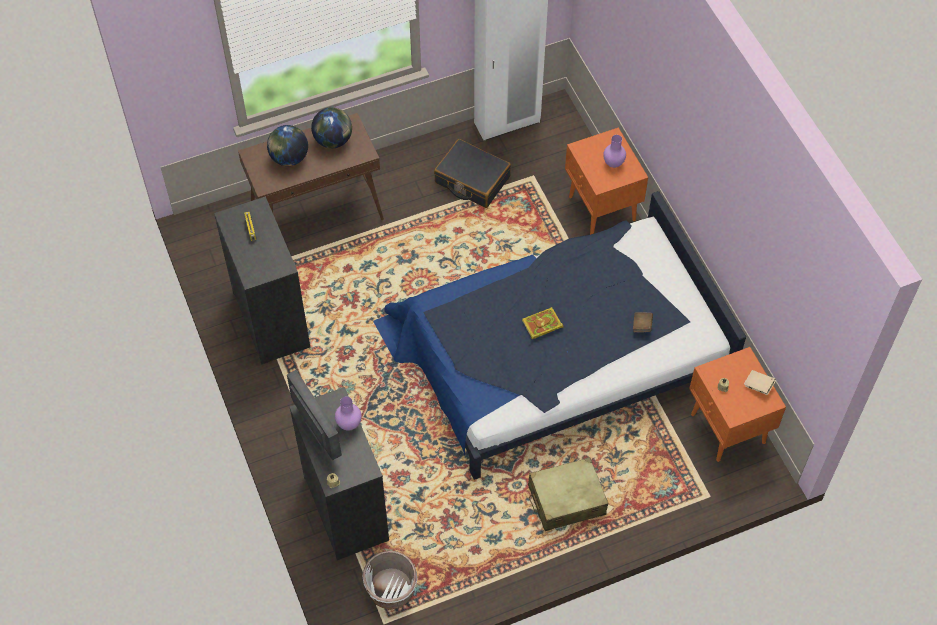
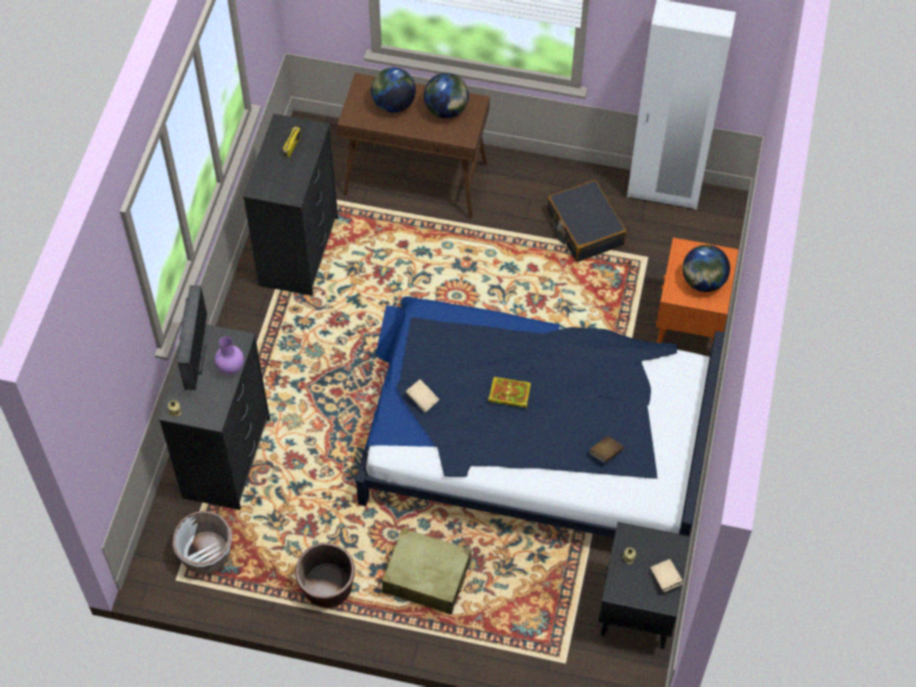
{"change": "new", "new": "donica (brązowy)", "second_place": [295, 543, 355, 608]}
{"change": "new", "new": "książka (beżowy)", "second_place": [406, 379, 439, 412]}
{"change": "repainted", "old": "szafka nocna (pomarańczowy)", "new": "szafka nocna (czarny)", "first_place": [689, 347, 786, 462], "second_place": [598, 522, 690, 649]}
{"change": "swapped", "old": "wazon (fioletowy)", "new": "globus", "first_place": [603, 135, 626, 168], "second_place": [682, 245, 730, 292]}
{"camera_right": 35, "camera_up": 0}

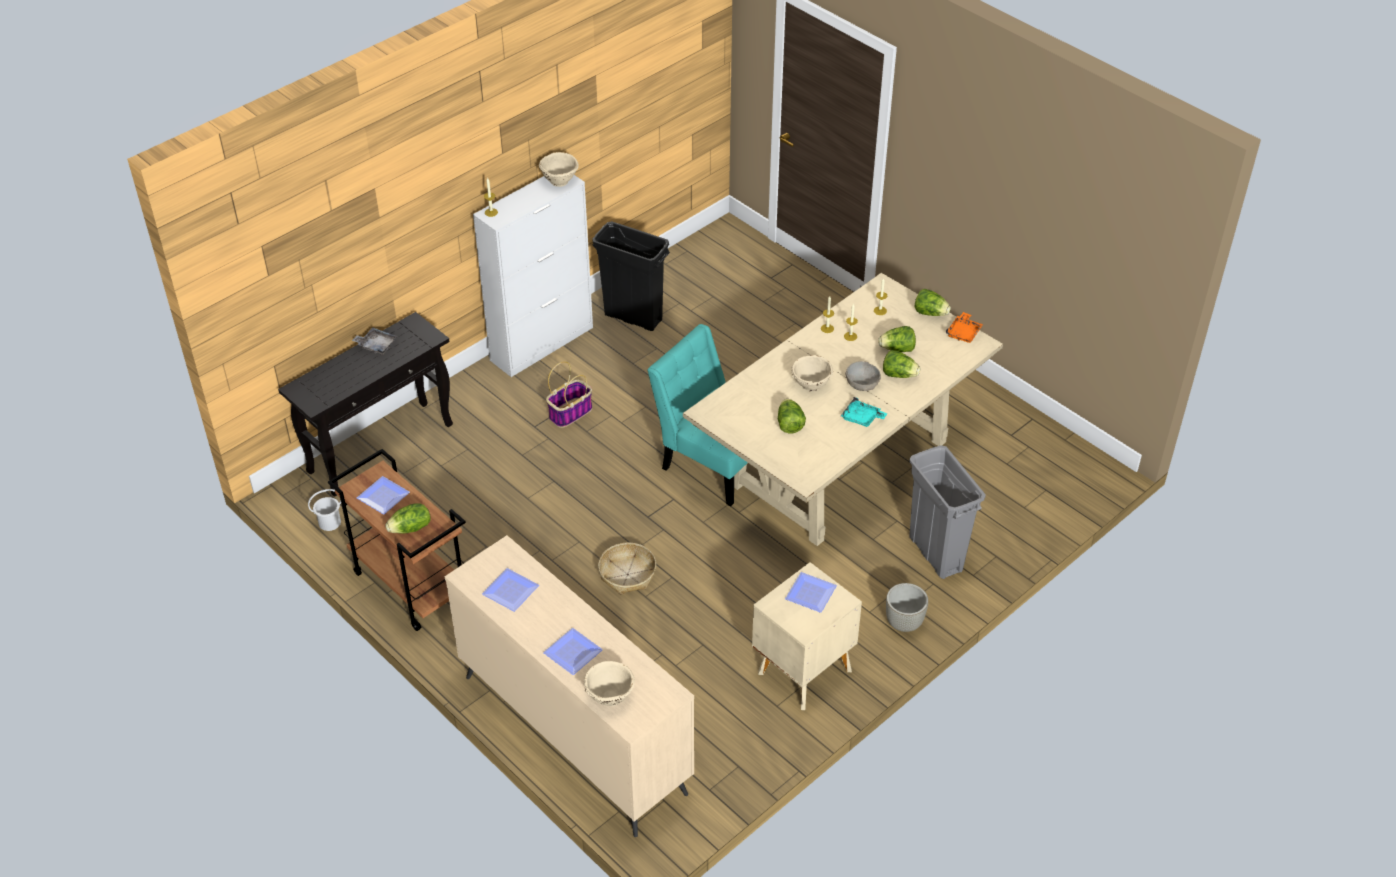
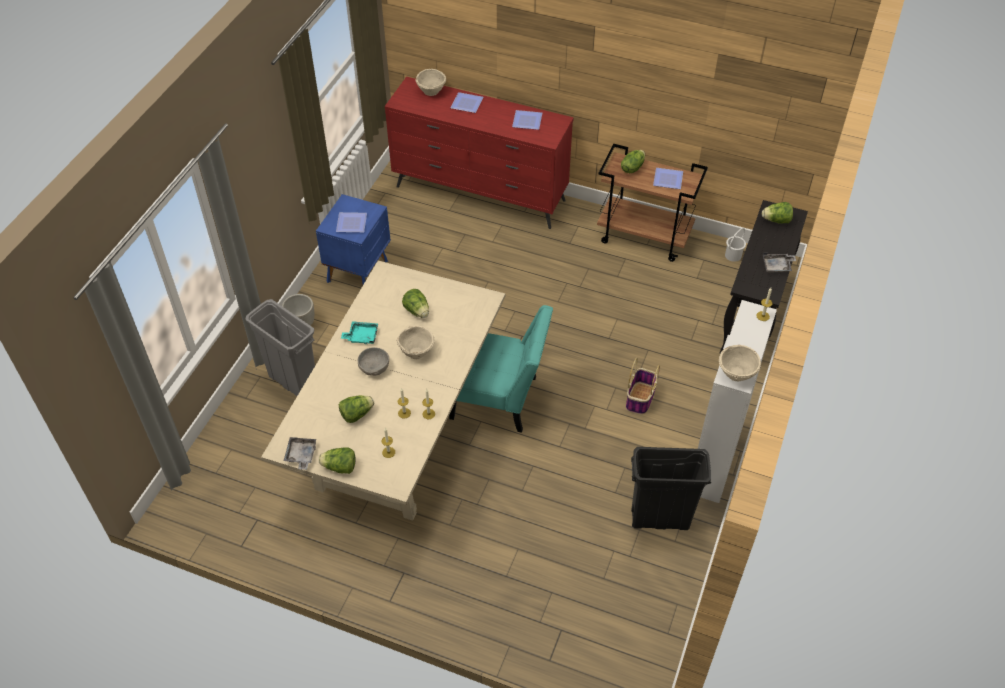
{"change": "repainted", "old": "taca (pomarańczowy)", "new": "taca (szary)", "first_place": [946, 312, 983, 343], "second_place": [284, 437, 316, 470]}
{"change": "repainted", "old": "szafka nocna (beżowy)", "new": "szafka nocna (niebieski)", "first_place": [752, 562, 862, 710], "second_place": [316, 194, 391, 286]}
{"change": "repainted", "old": "komoda (beżowy)", "new": "komoda (czerwony)", "first_place": [444, 535, 694, 837], "second_place": [385, 77, 574, 229]}
{"change": "shifted", "old": "sałata", "first_place": [883, 350, 920, 378], "second_place": [762, 202, 793, 224]}
{"change": "gone", "old": "koszyk", "first_place": [598, 543, 656, 594]}
{"camera_right": 155, "camera_up": 5}

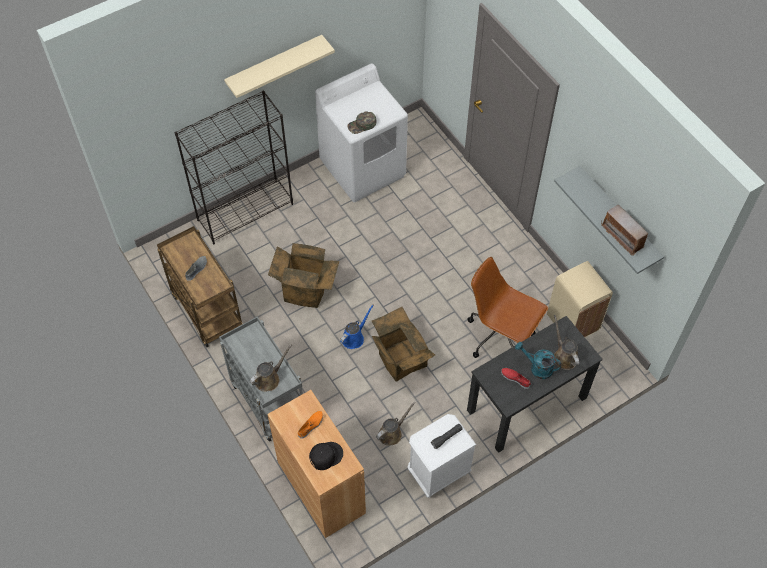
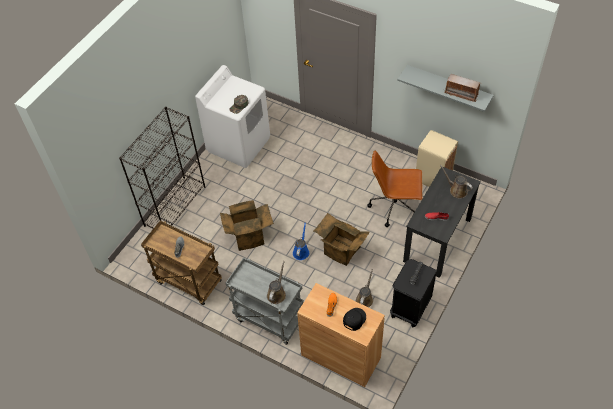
{"change": "repainted", "old": "szafka nocna (biały)", "new": "szafka nocna (czarny)", "first_place": [407, 414, 476, 498], "second_place": [390, 259, 437, 328]}
{"change": "gone", "old": "półka (beżowy)", "first_place": [224, 35, 335, 98]}
{"change": "gone", "old": "konewka (turkusowy)", "first_place": [515, 342, 561, 379]}
{"camera_right": -25, "camera_up": -5}

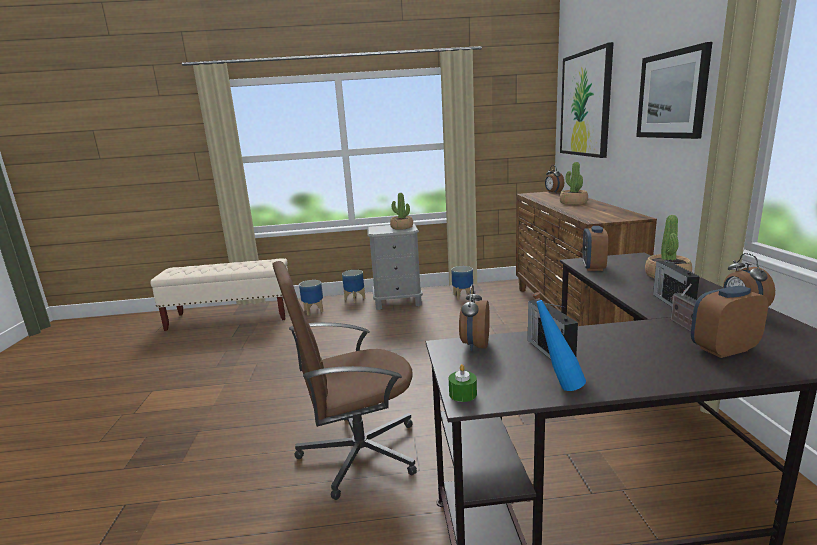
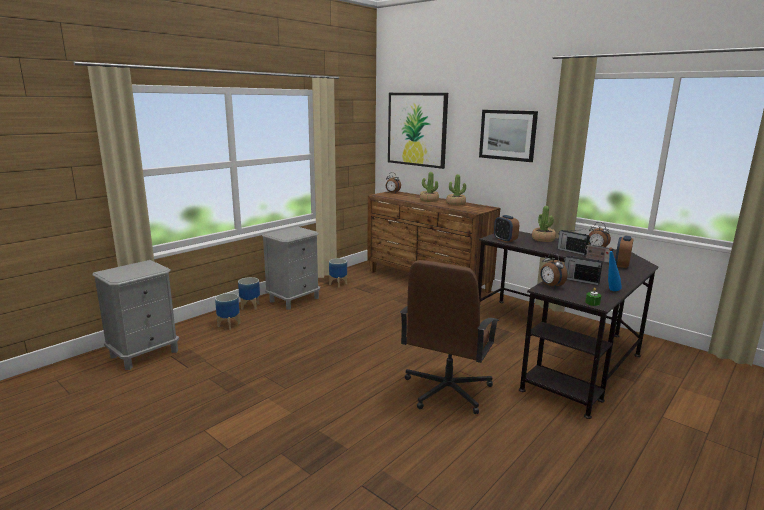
{"change": "swapped", "old": "ławka (beżowy)", "new": "szafka nocna (szary)", "first_place": [150, 259, 288, 331], "second_place": [92, 260, 179, 370]}
{"change": "shifted", "old": "roślina doniczkowa", "first_place": [390, 193, 413, 230], "second_place": [446, 174, 466, 206]}
{"camera_right": -45, "camera_up": 0}

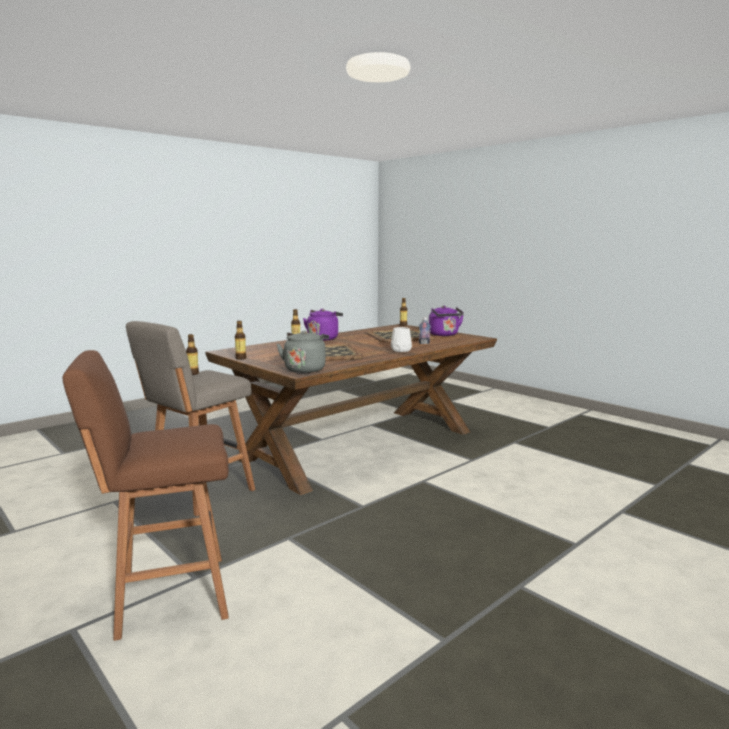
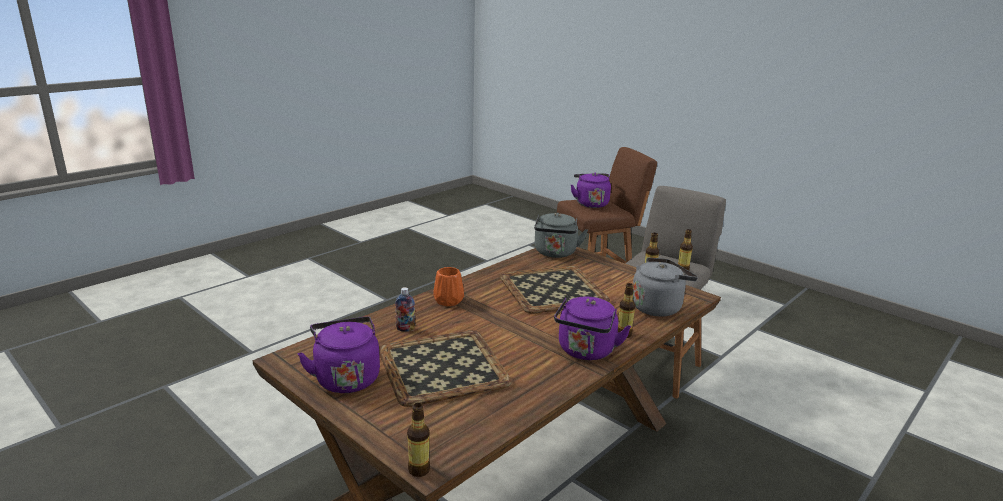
{"change": "repainted", "old": "wazon (biały)", "new": "wazon (pomarańczowy)", "first_place": [391, 327, 412, 352], "second_place": [433, 267, 464, 306]}
{"change": "new", "new": "czajnik (fioletowy)", "second_place": [571, 173, 611, 208]}
{"change": "new", "new": "czajnik (szary)", "second_place": [633, 257, 698, 317]}
{"camera_right": 175, "camera_up": 10}

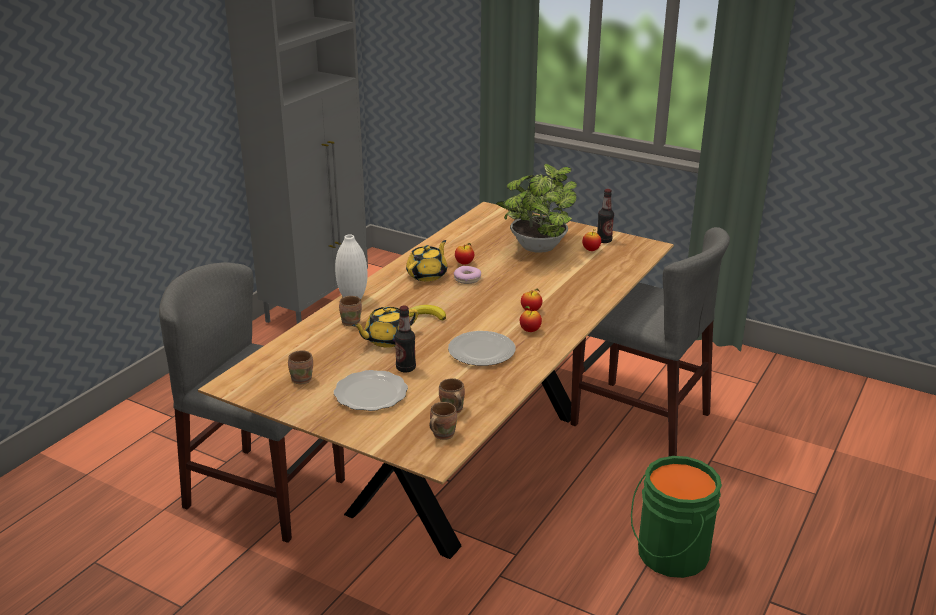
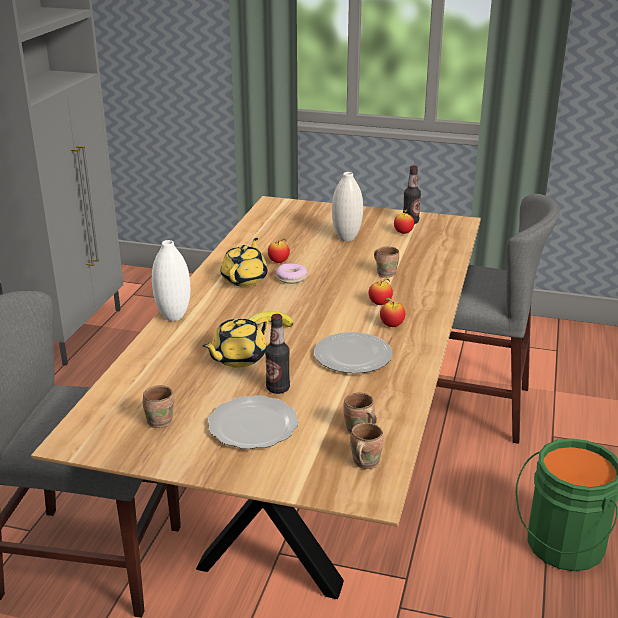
{"change": "swapped", "old": "roślina doniczkowa", "new": "wazon (biały)", "first_place": [496, 164, 577, 253], "second_place": [332, 172, 363, 241]}
{"change": "shifted", "old": "kubek (brązowy)", "first_place": [339, 296, 362, 326], "second_place": [374, 246, 399, 278]}
{"camera_right": -15, "camera_up": 0}

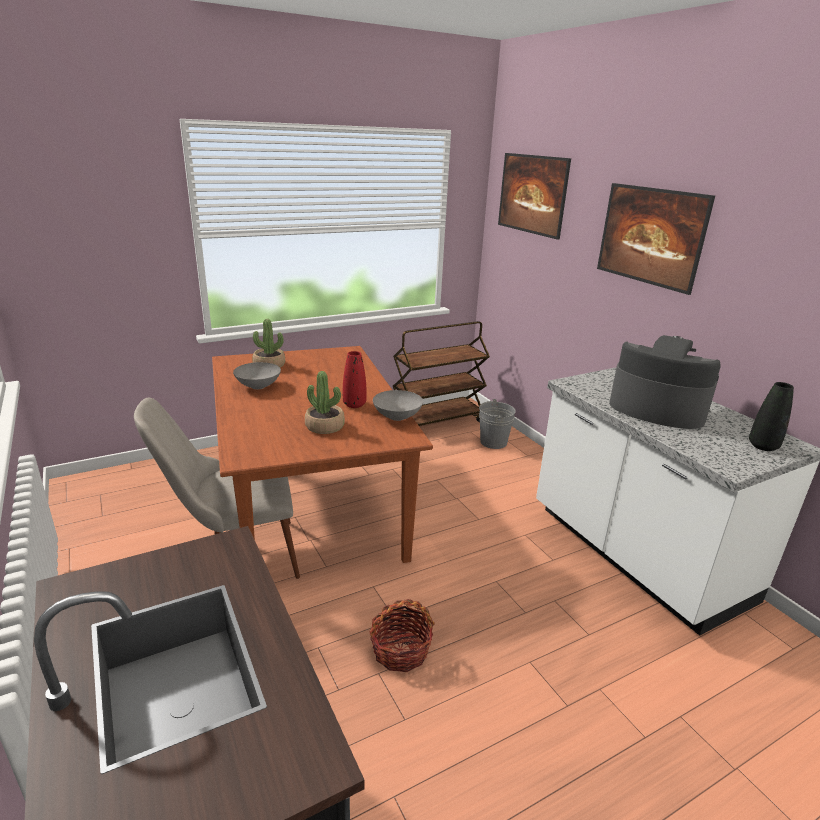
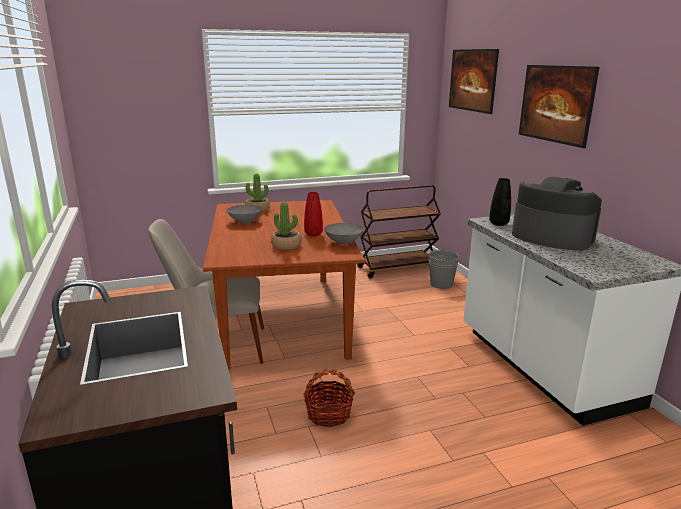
{"change": "shifted", "old": "wazon (czarny)", "first_place": [749, 382, 794, 451], "second_place": [489, 178, 511, 226]}
{"camera_right": 10, "camera_up": -5}

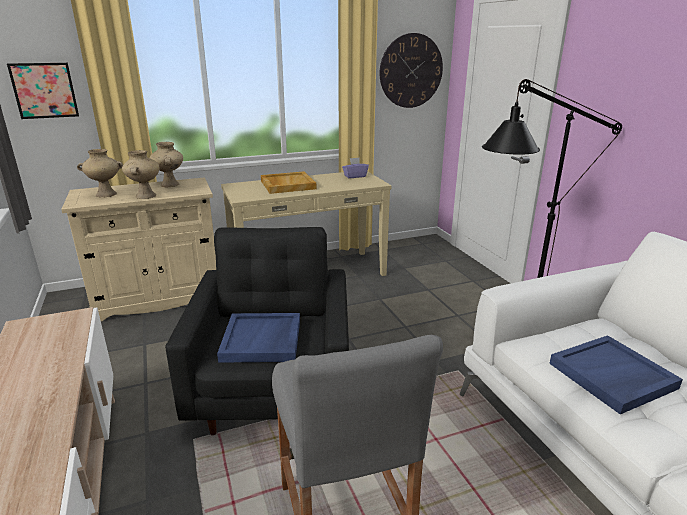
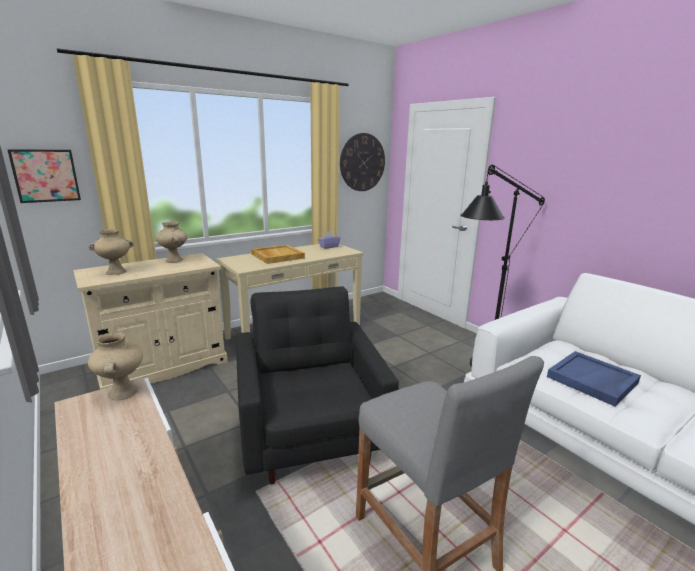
{"change": "shifted", "old": "wazon (beżowy)", "first_place": [122, 150, 159, 199], "second_place": [88, 333, 143, 400]}
{"change": "gone", "old": "taca (niebieski)", "first_place": [217, 313, 300, 363]}
{"camera_right": -15, "camera_up": -5}

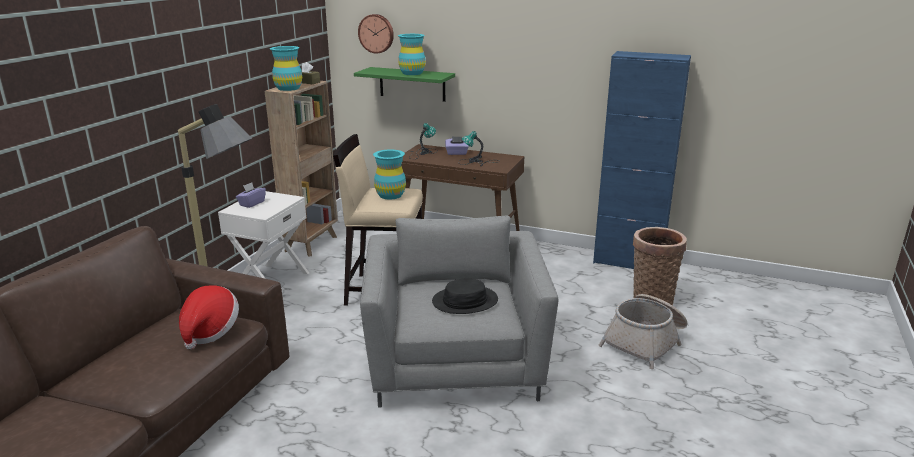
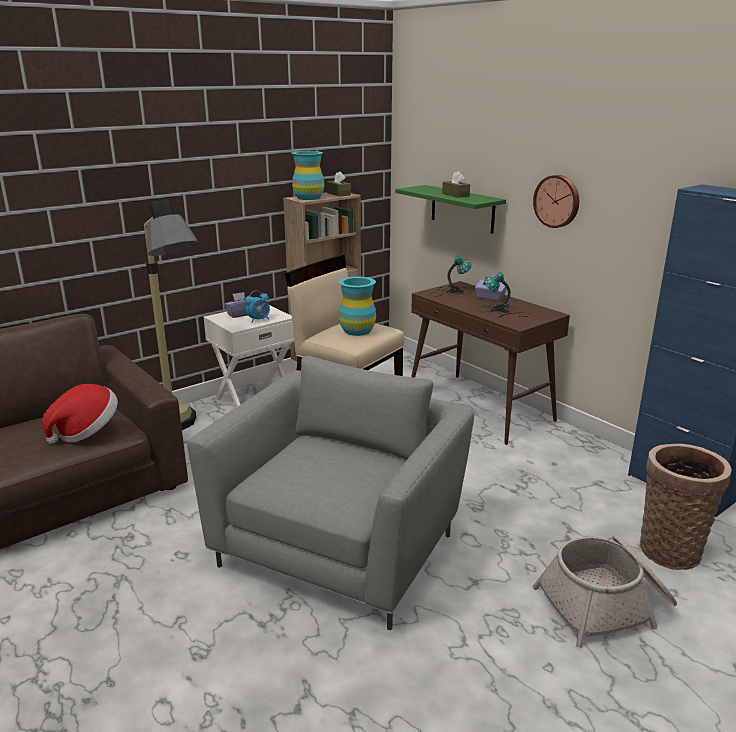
{"change": "new", "new": "budzik", "second_place": [245, 290, 270, 323]}
{"change": "swapped", "old": "wazon (turkusowy)", "new": "pudełko chusteczek (brązowy)", "first_place": [398, 34, 426, 75], "second_place": [442, 171, 470, 198]}
{"change": "shifted", "old": "zegar ścienny", "first_place": [358, 14, 394, 54], "second_place": [533, 175, 579, 228]}
{"change": "gone", "old": "kapelusz (czarny)", "first_place": [432, 278, 498, 314]}
{"camera_right": 30, "camera_up": 0}

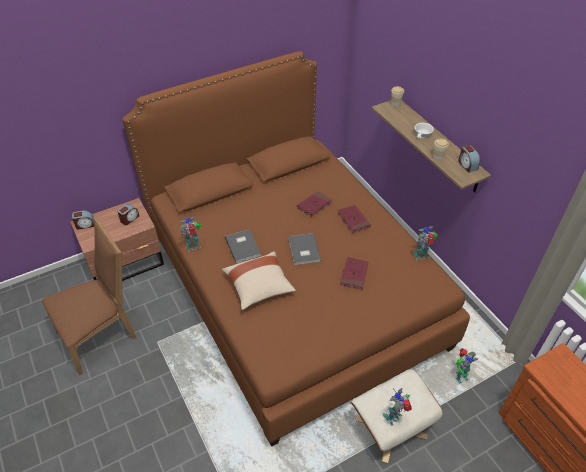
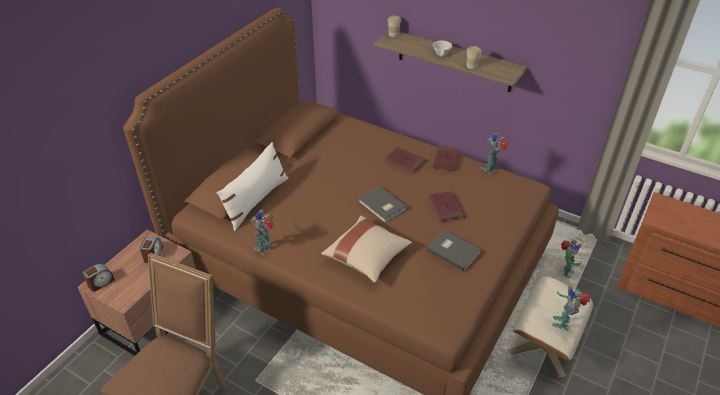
{"change": "new", "new": "poduszka (biały)", "second_place": [216, 142, 288, 231]}
{"change": "shifted", "old": "książka (szary)", "first_place": [225, 229, 261, 263], "second_place": [427, 230, 482, 271]}
{"change": "shifted", "old": "książka (czerwony)", "first_place": [297, 191, 332, 217], "second_place": [433, 146, 461, 171]}
{"change": "gone", "old": "budzik", "first_place": [458, 145, 480, 173]}
{"camera_right": -30, "camera_up": -5}

